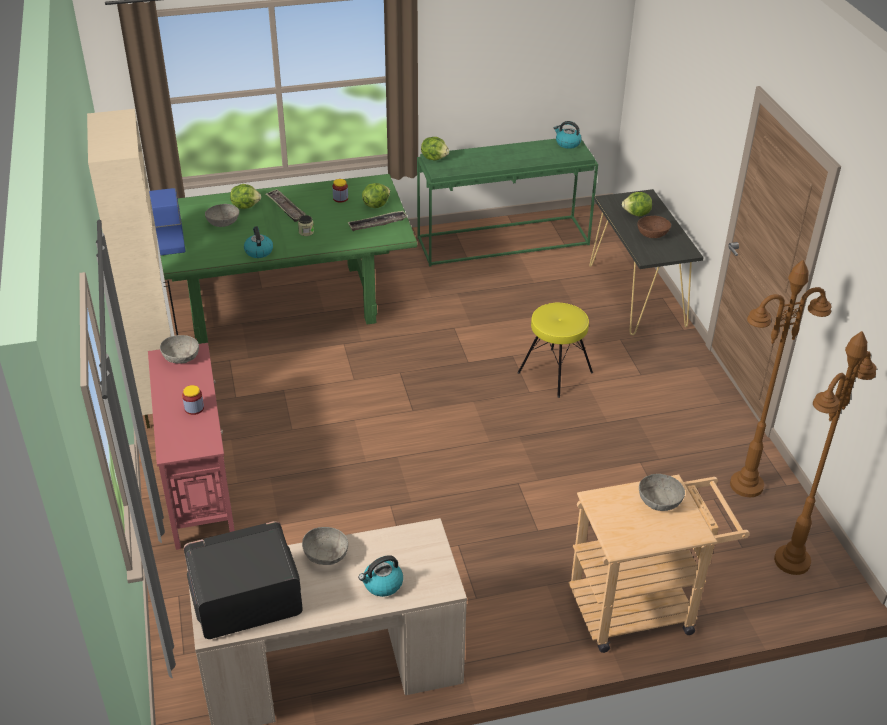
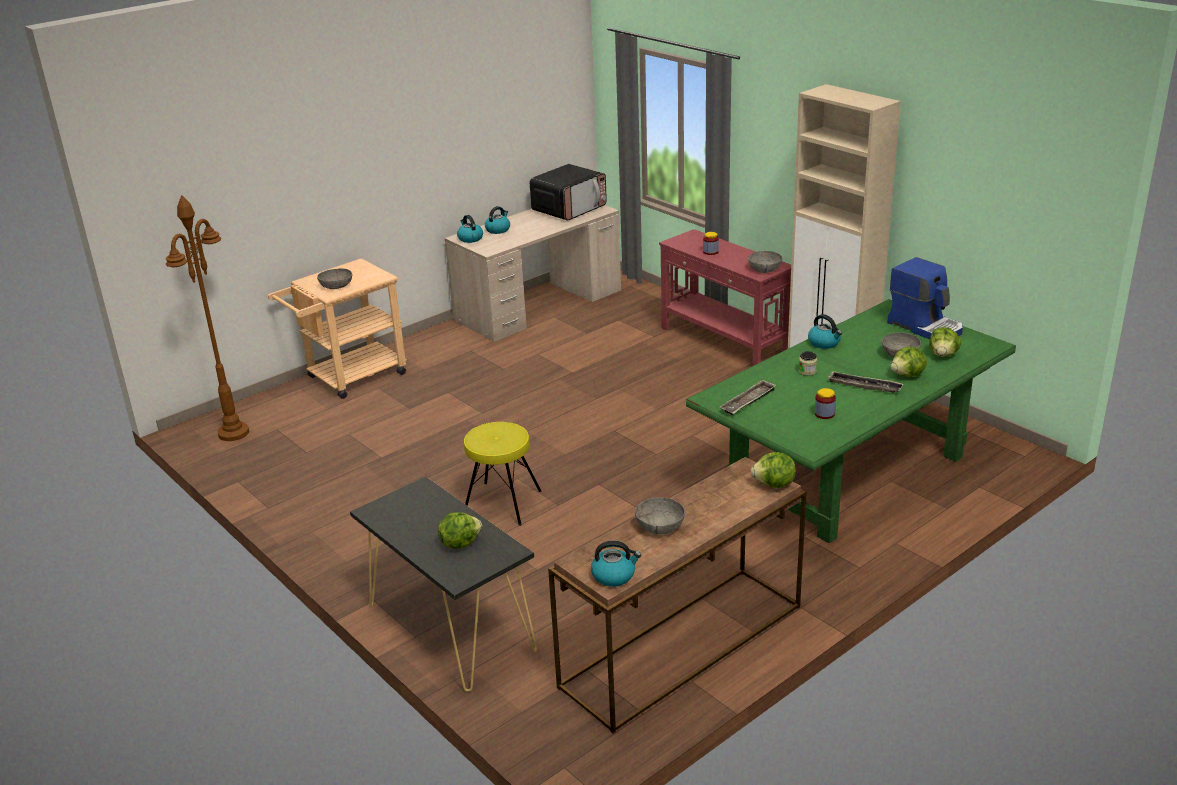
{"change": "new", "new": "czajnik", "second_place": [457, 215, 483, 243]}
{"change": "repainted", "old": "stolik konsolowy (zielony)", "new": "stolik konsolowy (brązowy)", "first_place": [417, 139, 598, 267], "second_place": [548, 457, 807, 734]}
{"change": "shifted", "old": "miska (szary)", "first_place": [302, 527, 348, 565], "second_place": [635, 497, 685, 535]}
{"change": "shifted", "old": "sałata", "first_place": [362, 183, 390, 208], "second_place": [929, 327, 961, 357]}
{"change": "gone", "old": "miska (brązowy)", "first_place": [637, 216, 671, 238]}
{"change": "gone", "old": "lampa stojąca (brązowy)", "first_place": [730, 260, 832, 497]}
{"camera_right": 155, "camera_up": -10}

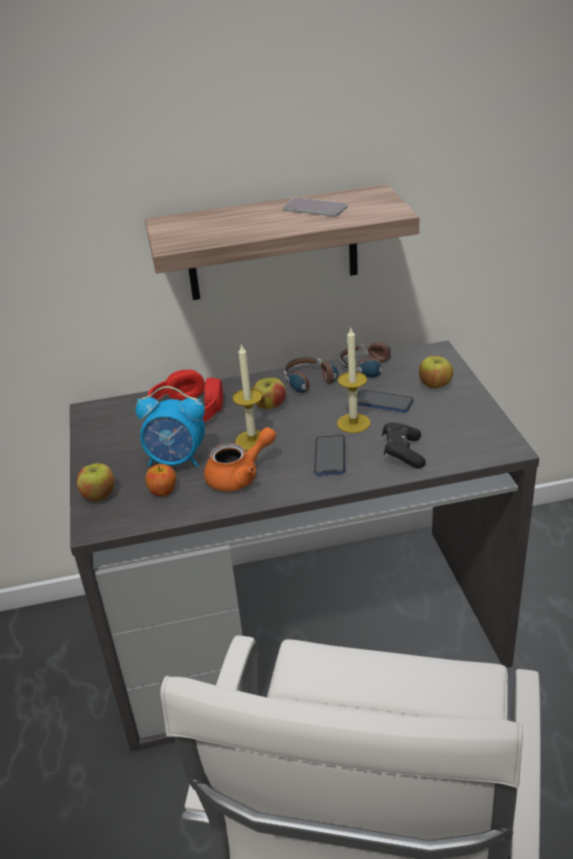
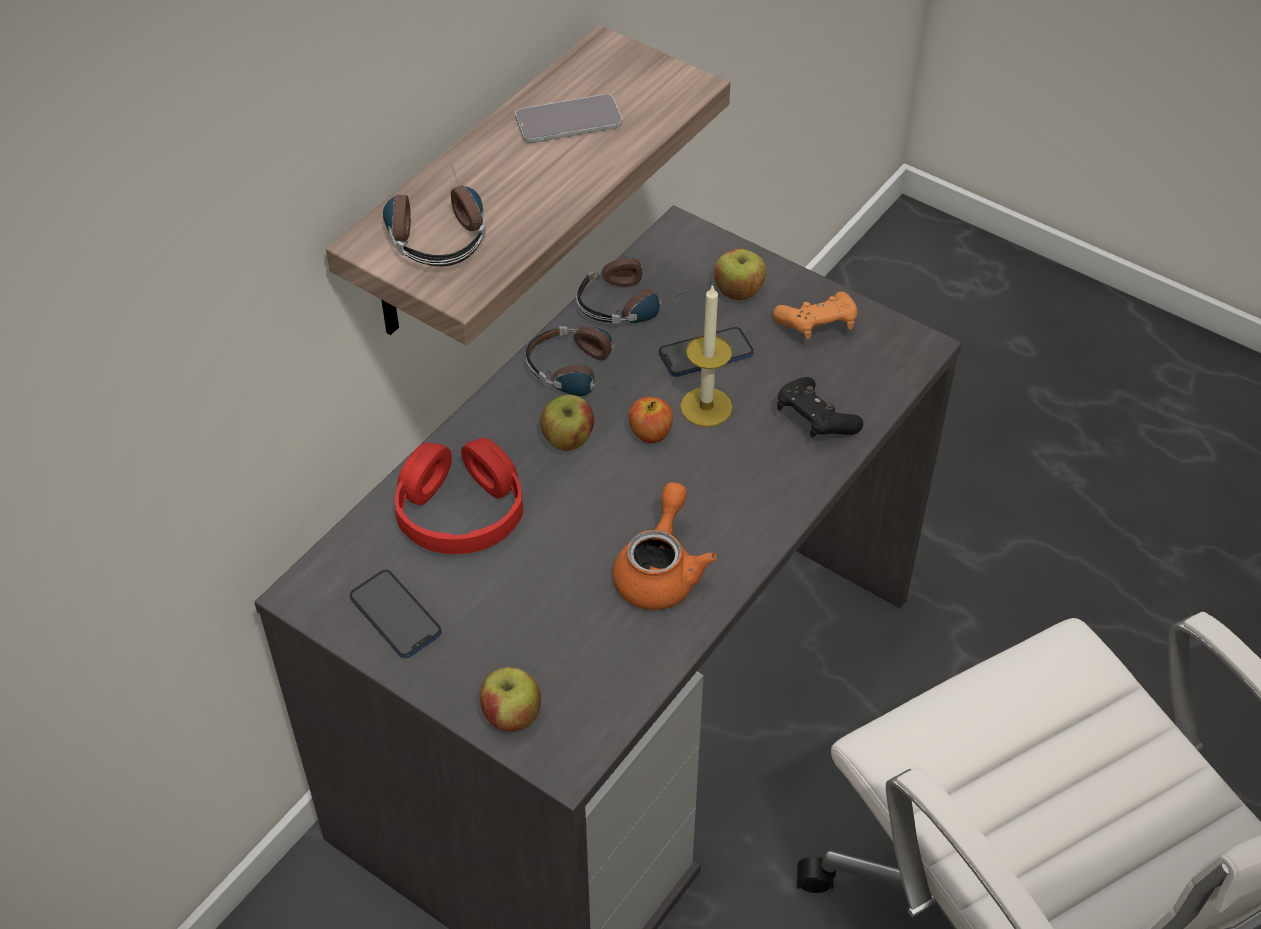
{"change": "shifted", "old": "telefon", "first_place": [314, 435, 345, 476], "second_place": [349, 570, 442, 658]}
{"change": "new", "new": "słuchawki", "second_place": [383, 164, 486, 266]}
{"change": "shifted", "old": "jabłko", "first_place": [146, 464, 176, 496], "second_place": [629, 397, 673, 443]}
{"change": "new", "new": "pad do gier (pomarańczowy)", "second_place": [773, 292, 857, 339]}
{"change": "gone", "old": "budzik", "first_place": [136, 386, 205, 468]}
{"change": "gone", "old": "świeca", "first_place": [233, 343, 262, 451]}
{"camera_right": -45, "camera_up": 15}

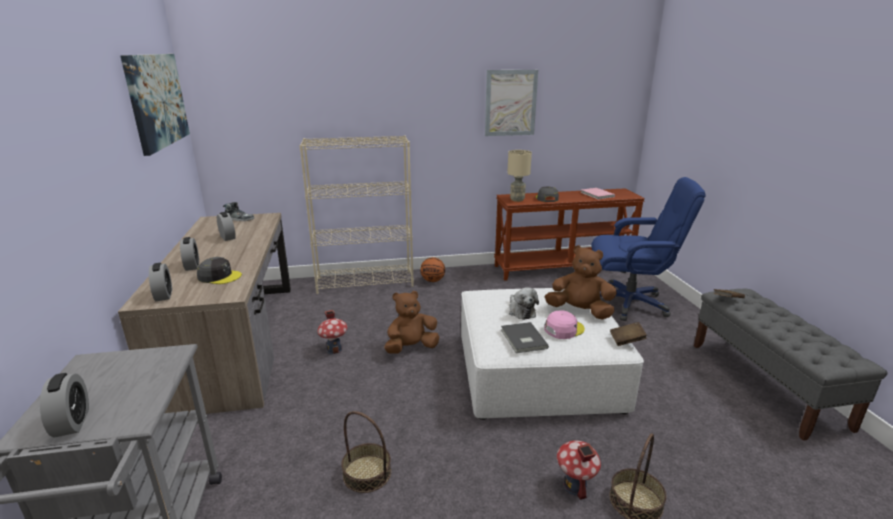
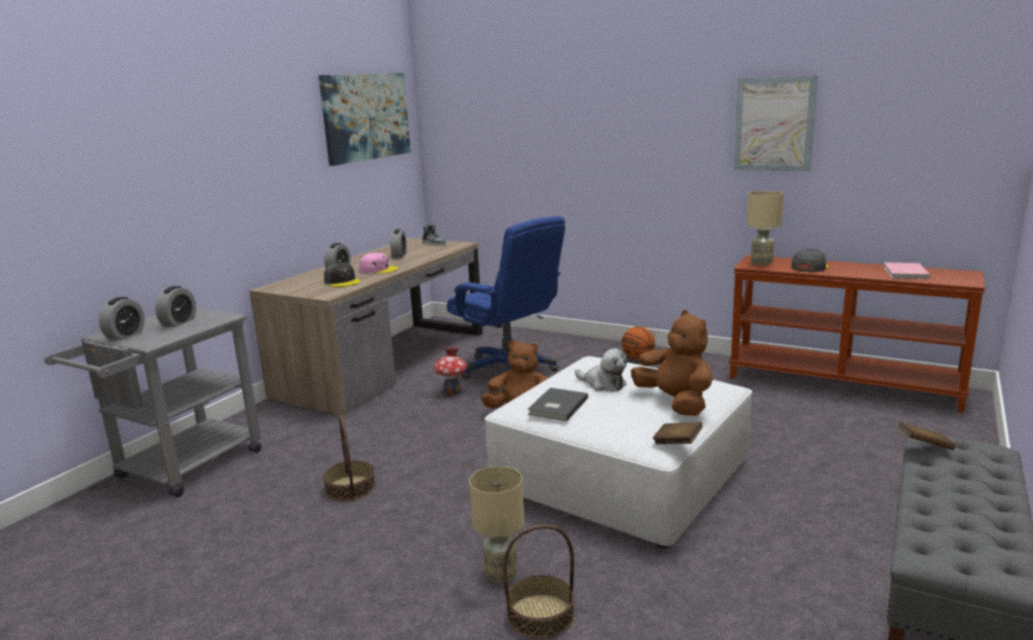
{"change": "shifted", "old": "budzik", "first_place": [149, 263, 172, 301], "second_place": [155, 286, 196, 327]}
{"change": "shifted", "old": "czapka z daszkiem (różowy)", "first_place": [544, 310, 585, 339], "second_place": [359, 253, 399, 274]}
{"change": "shifted", "old": "krzesło biurowe (niebieski)", "first_place": [591, 177, 706, 321], "second_place": [447, 216, 565, 379]}
{"change": "swapped", "old": "domek", "new": "lampa stołowa (beżowy)", "first_place": [557, 440, 601, 500], "second_place": [469, 466, 524, 584]}
{"change": "rotated", "old": "pluszak", "first_place": [509, 287, 539, 320], "second_place": [575, 348, 627, 392], "degrees": -75}
{"change": "gone", "old": "regał (beżowy)", "first_place": [299, 135, 414, 294]}
{"camera_right": 40, "camera_up": -5}

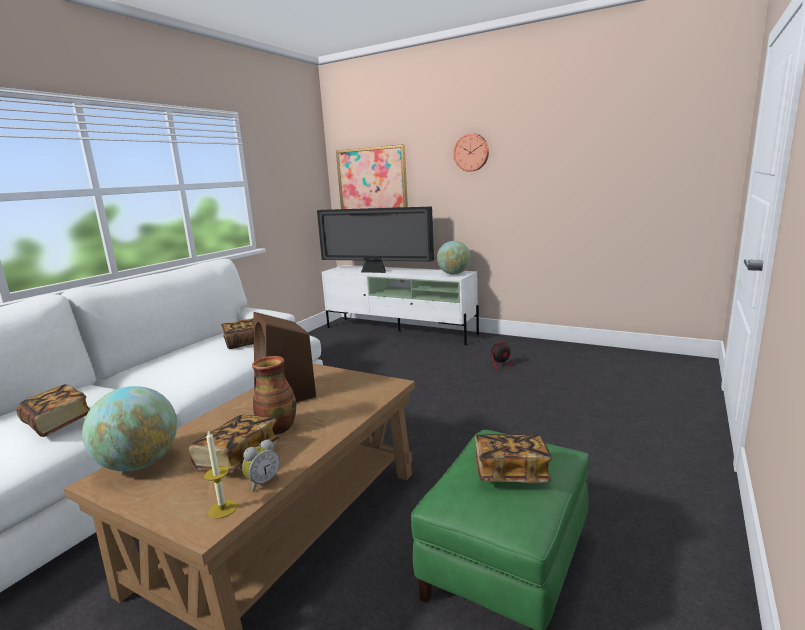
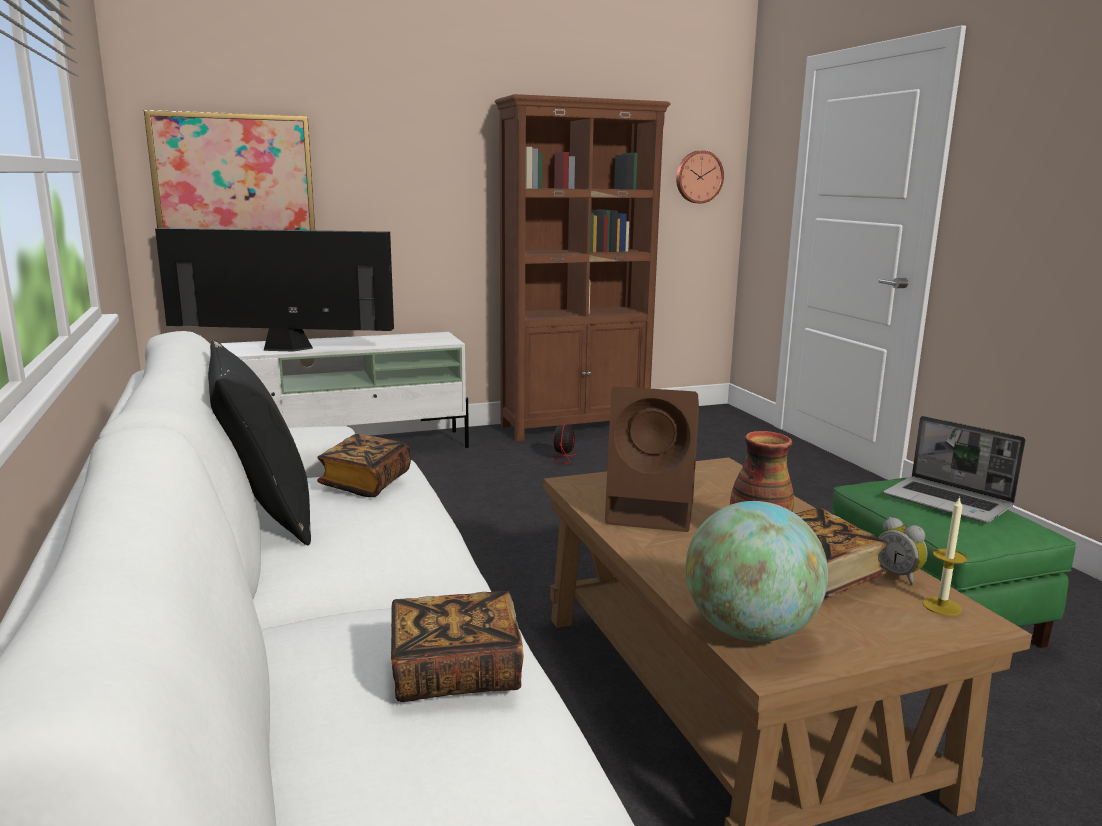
{"change": "rotated", "old": "telewizor", "first_place": [317, 206, 434, 273], "second_place": [155, 228, 394, 351], "degrees": -150}
{"change": "new", "new": "poduszka (czarny)", "second_place": [208, 339, 311, 545]}
{"change": "new", "new": "regał (brązowy)", "second_place": [495, 94, 671, 441]}
{"change": "shifted", "old": "zegar ścienny", "first_place": [453, 133, 489, 172], "second_place": [676, 151, 724, 203]}
{"change": "rotated", "old": "budzik", "first_place": [242, 439, 280, 492], "second_place": [878, 517, 927, 585], "degrees": 150}
{"change": "swapped", "old": "książka", "new": "laptop", "first_place": [475, 434, 552, 483], "second_place": [883, 416, 1026, 523]}
{"change": "gone", "old": "globus", "first_place": [437, 241, 471, 274]}
{"camera_right": -50, "camera_up": 0}

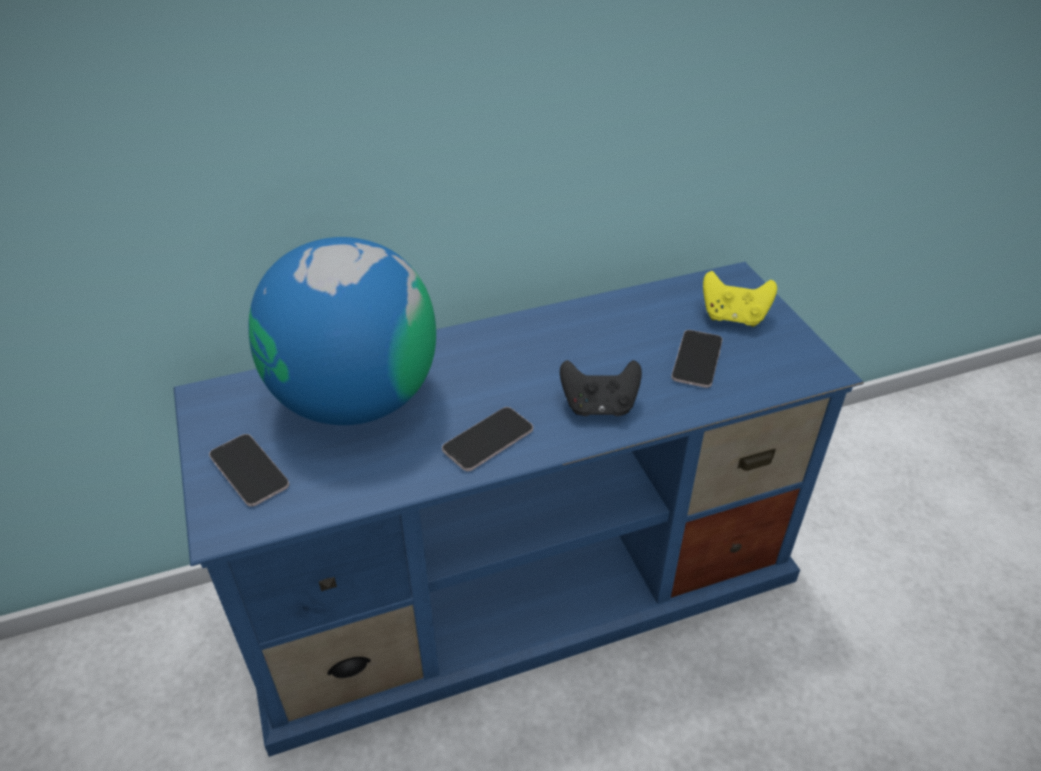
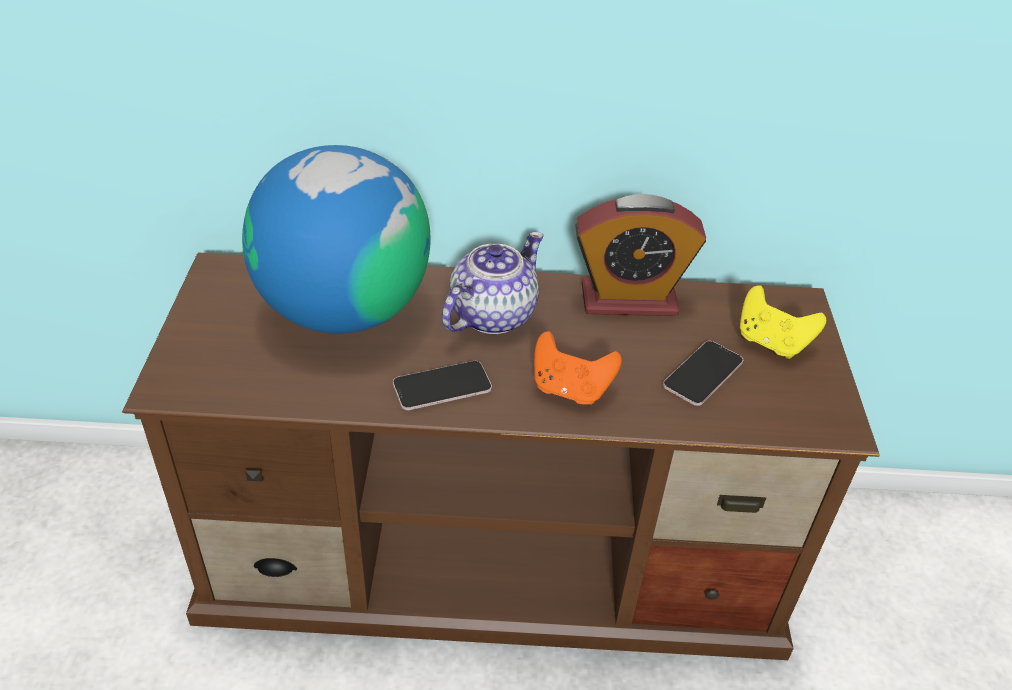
{"change": "repainted", "old": "szafka pod telewizor (niebieski)", "new": "szafka pod telewizor (brązowy)", "first_place": [174, 262, 864, 757], "second_place": [122, 252, 880, 660]}
{"change": "new", "new": "imbryk", "second_place": [442, 232, 544, 334]}
{"change": "repainted", "old": "pad do gier (czarny)", "new": "pad do gier (pomarańczowy)", "first_place": [560, 360, 642, 416], "second_place": [534, 331, 622, 405]}
{"change": "new", "new": "budzik", "second_place": [575, 194, 706, 316]}
{"change": "gone", "old": "telefon", "first_place": [209, 434, 289, 507]}
{"camera_right": 20, "camera_up": 0}

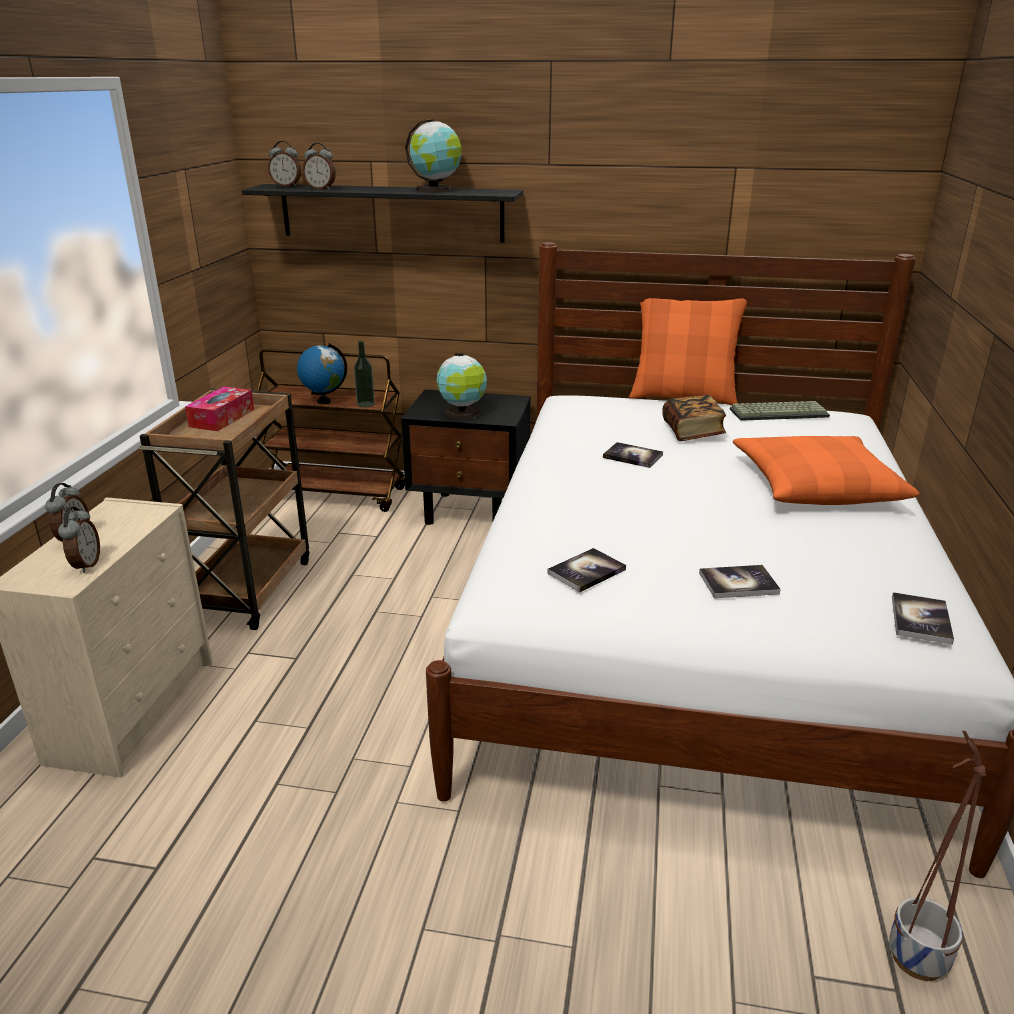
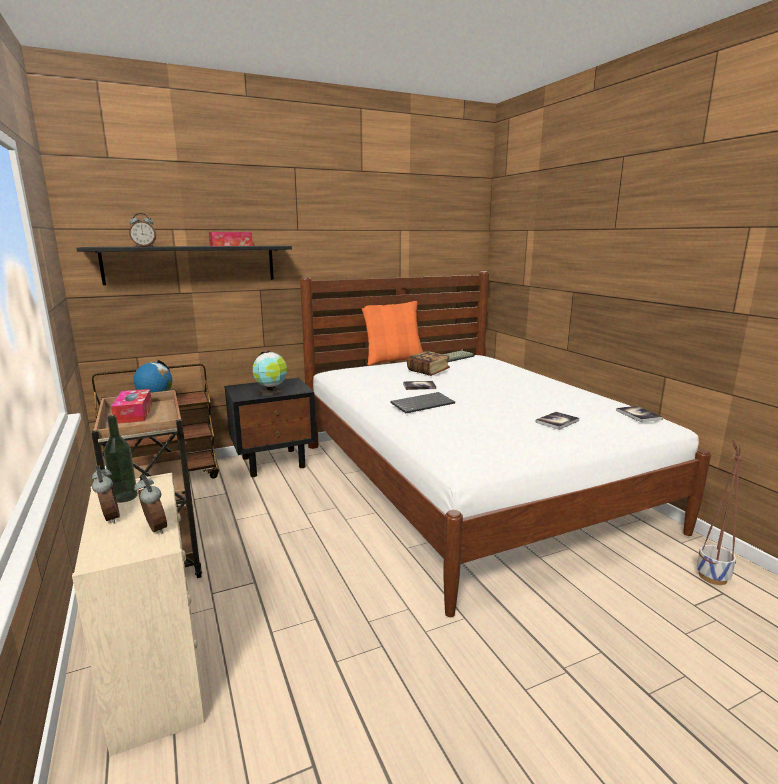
{"change": "shifted", "old": "butelka", "first_place": [354, 341, 375, 408], "second_place": [104, 415, 138, 503]}
{"change": "swapped", "old": "globus", "new": "pudełko chusteczek", "first_place": [405, 119, 462, 193], "second_place": [209, 232, 253, 246]}
{"change": "new", "new": "klawiatura", "second_place": [390, 392, 455, 413]}
{"change": "gone", "old": "budzik", "first_place": [268, 141, 301, 187]}
{"change": "gone", "old": "książka", "first_place": [547, 548, 626, 592]}
{"change": "gone", "old": "poduszka (pomarańczowy)", "first_place": [733, 436, 920, 505]}
{"camera_right": -35, "camera_up": -10}

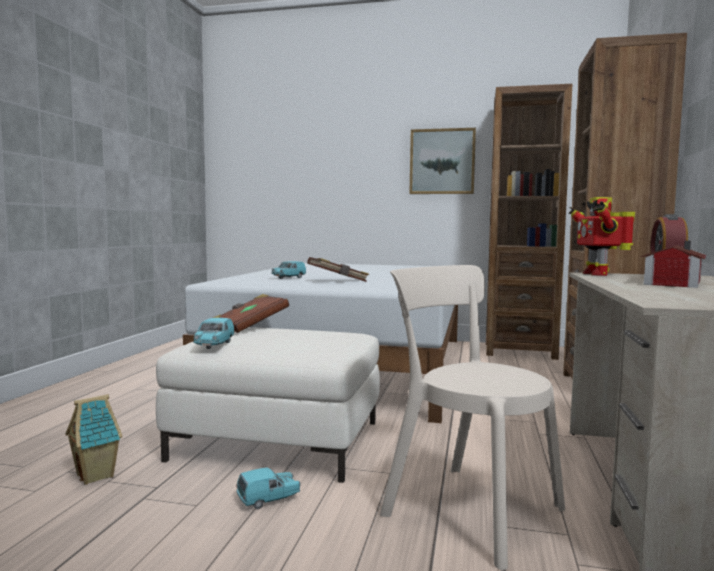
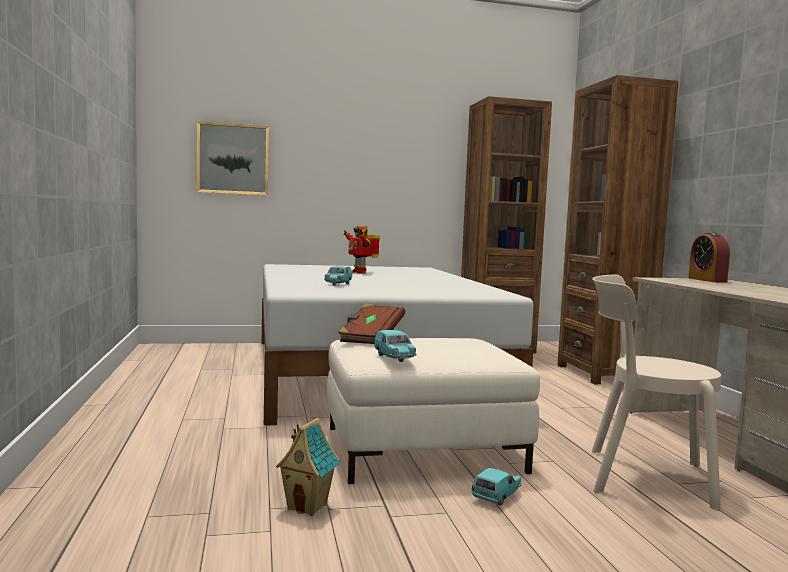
{"change": "shifted", "old": "obraz", "first_place": [409, 128, 476, 194], "second_place": [197, 121, 269, 195]}
{"change": "shifted", "old": "robot zabawkowy", "first_place": [569, 197, 635, 276], "second_place": [344, 226, 380, 274]}
{"change": "gone", "old": "książka (brązowy)", "first_place": [307, 257, 369, 282]}
{"change": "gone", "old": "domek", "first_place": [641, 241, 706, 288]}
{"camera_right": -25, "camera_up": 0}

